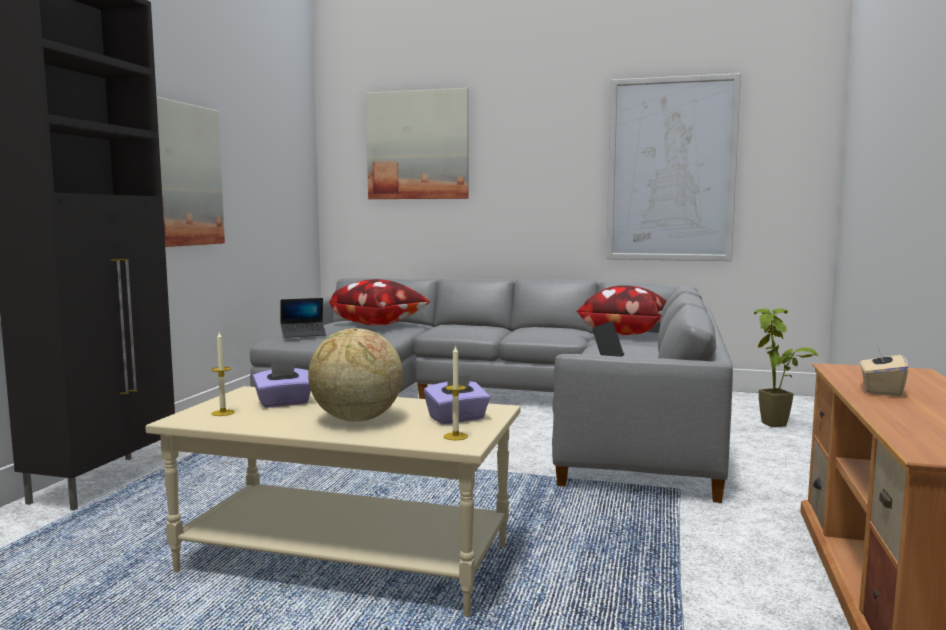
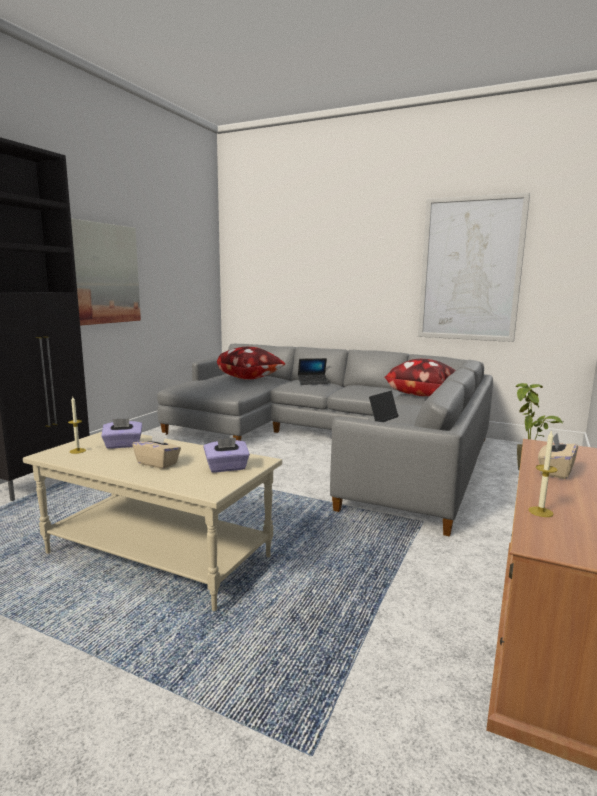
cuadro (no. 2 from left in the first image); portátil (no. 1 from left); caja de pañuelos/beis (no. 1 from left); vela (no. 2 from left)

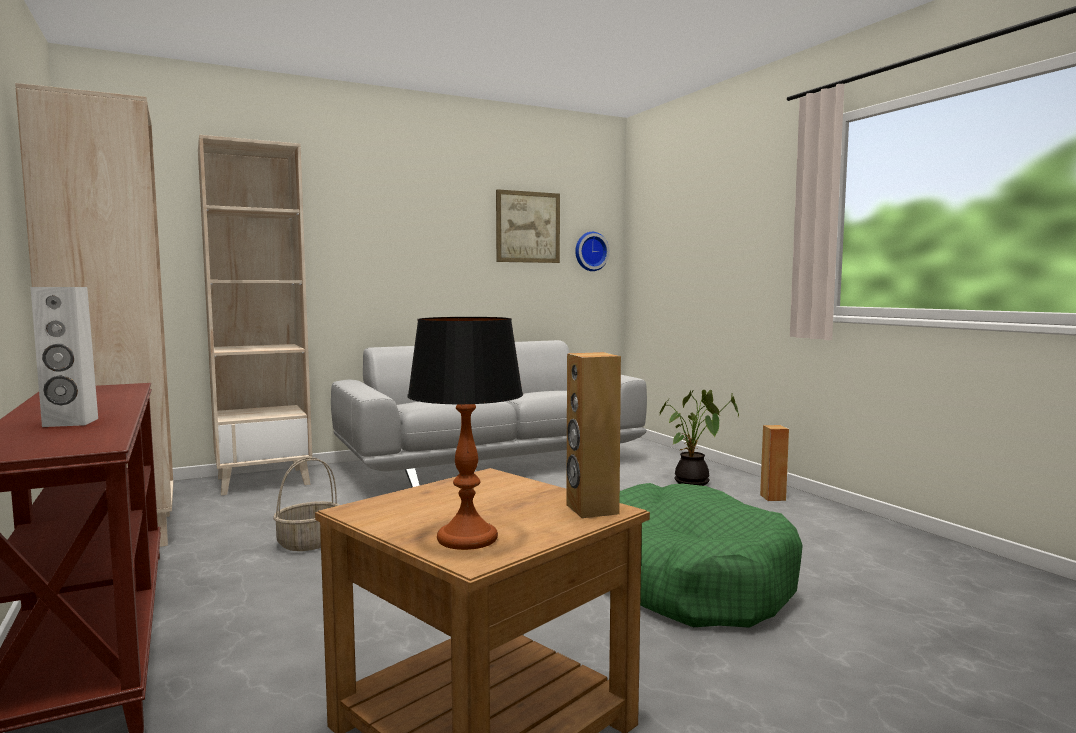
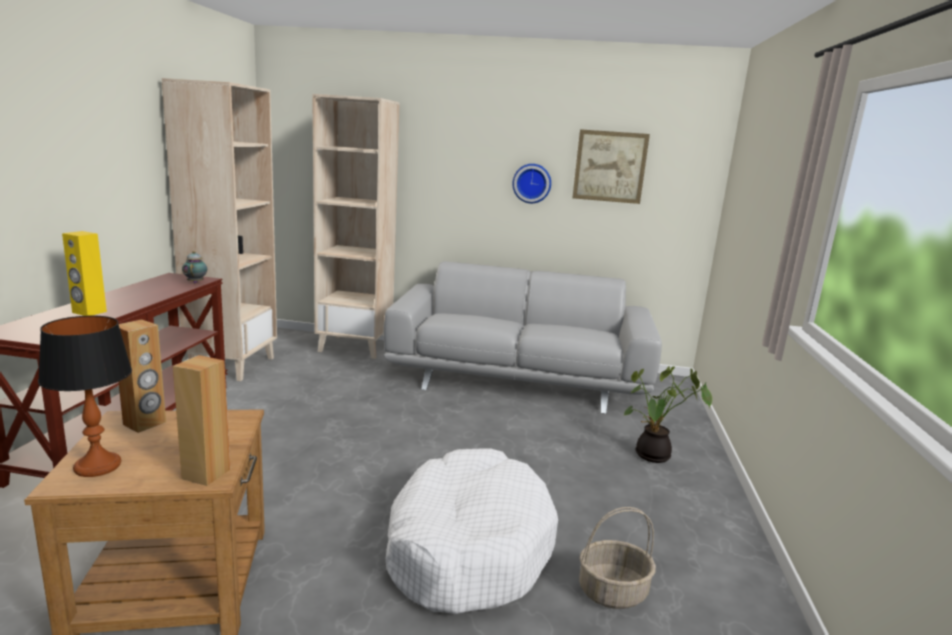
reloj de pared; altavoz/amarillo; altavoz/marrón (no. 1 from left); cesta; cama para perro/blanco; tetera

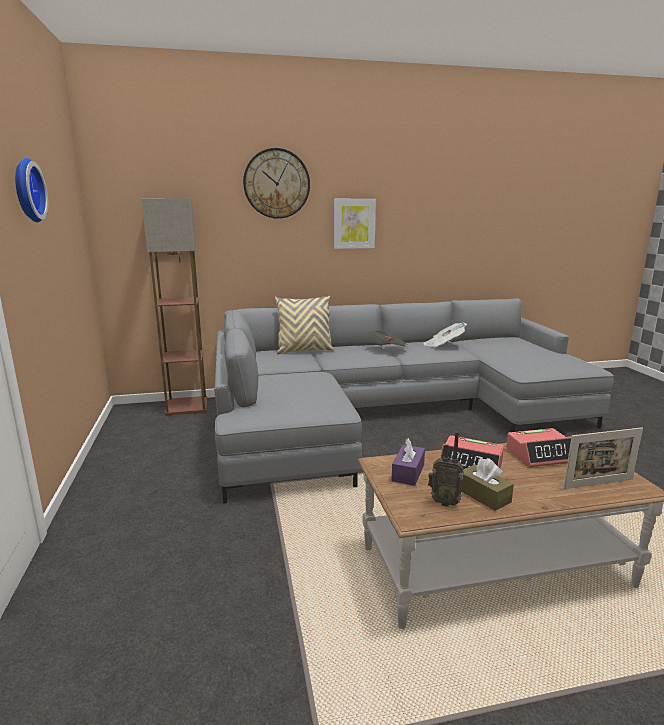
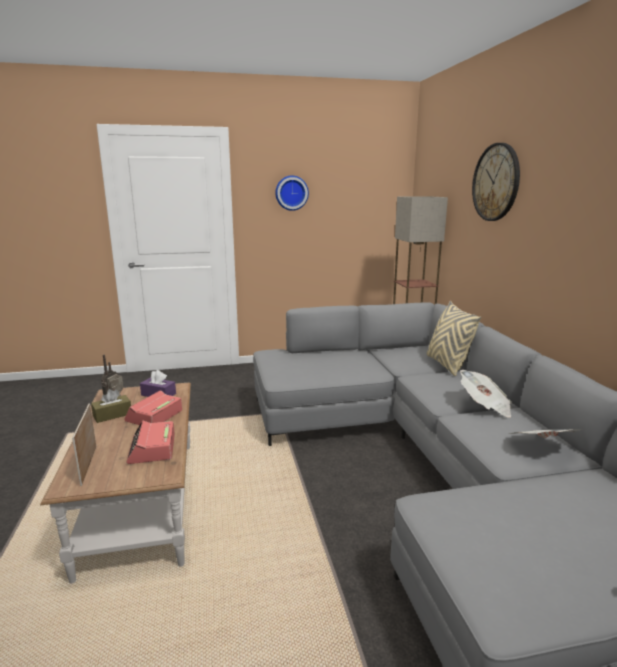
cuadro

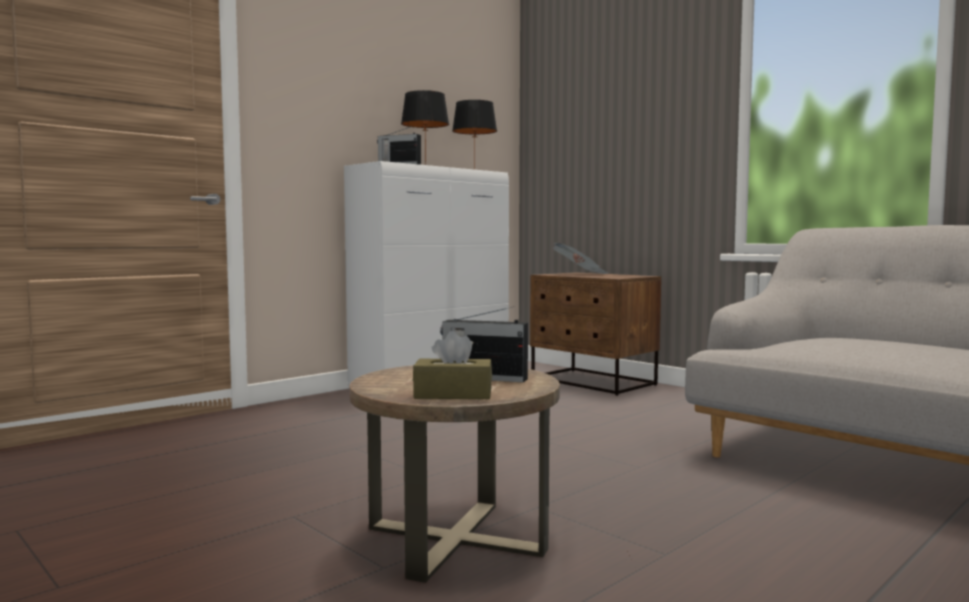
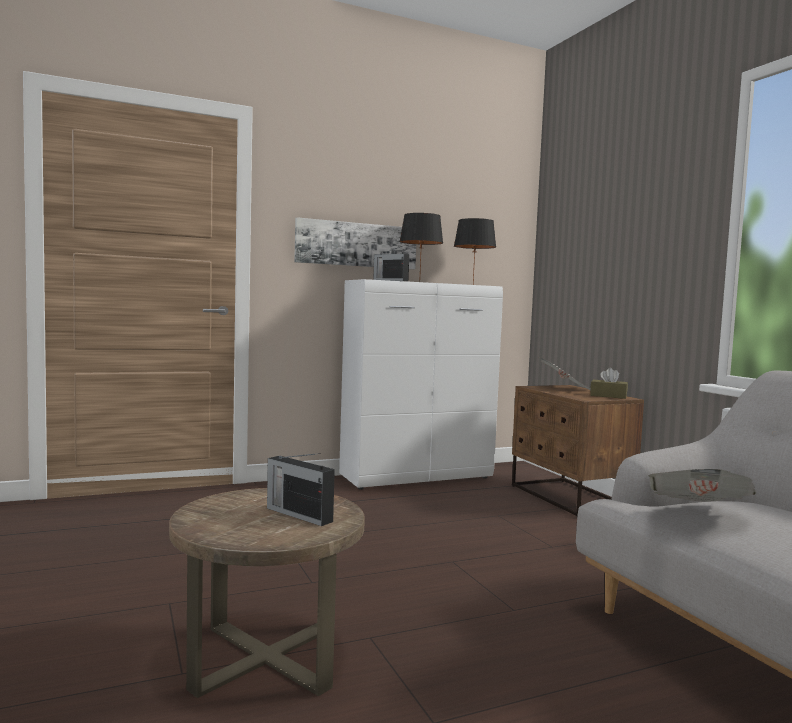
caja de pañuelos/marrón; cuadro; periódico (no. 2 from left)

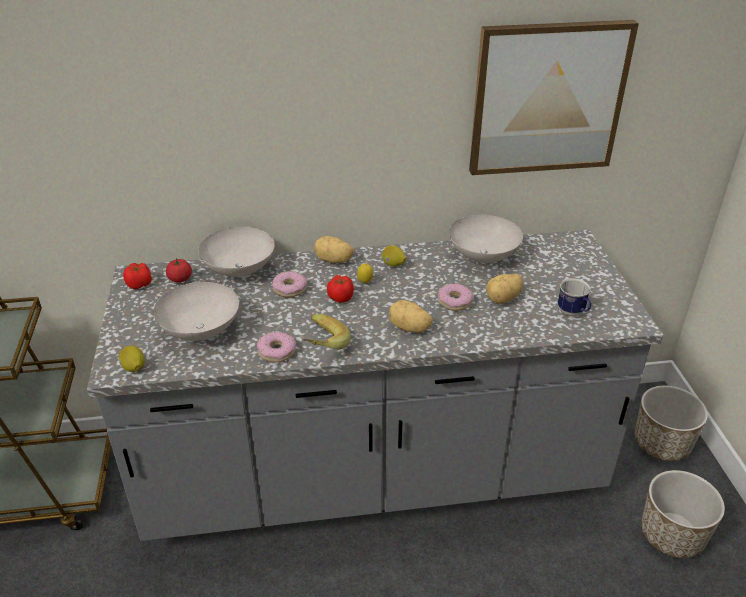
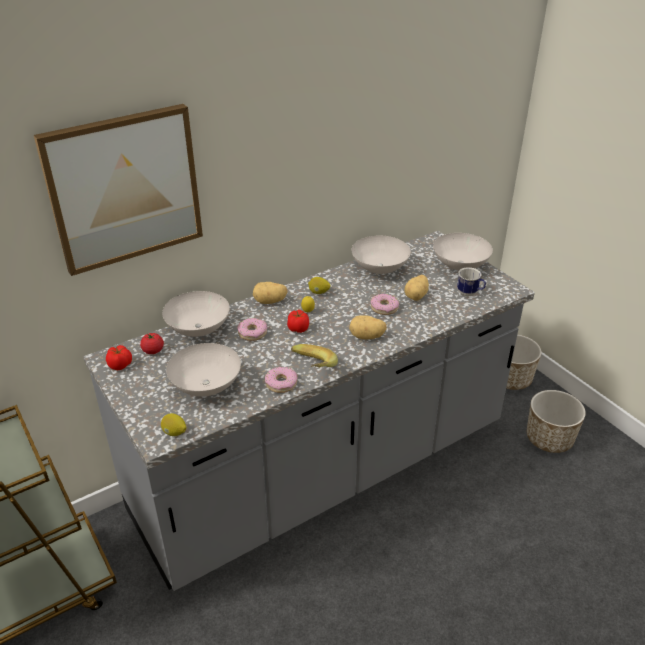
cuadro; cuenco/blanco (no. 4 from left)

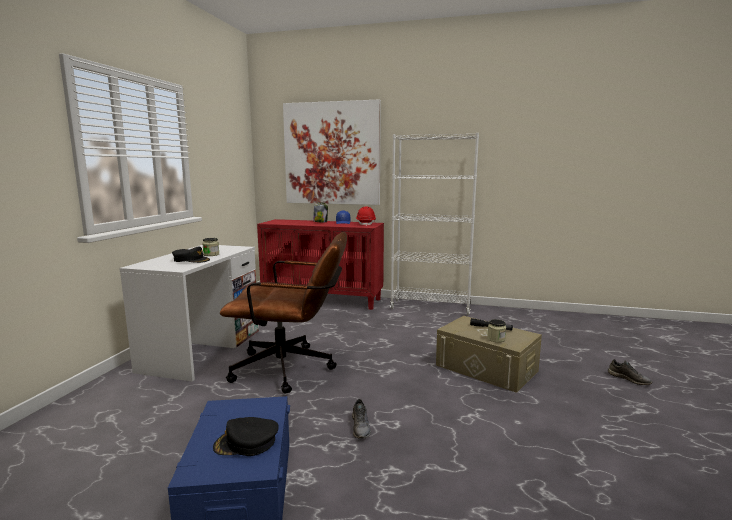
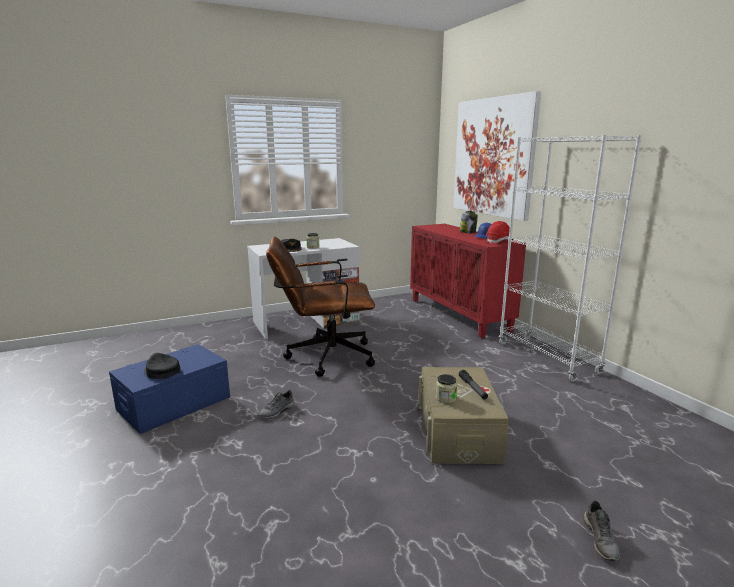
silla de oficina/marrón

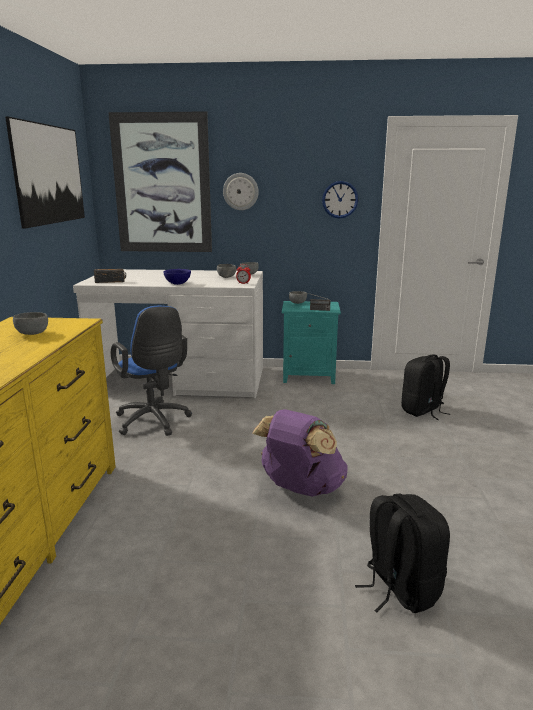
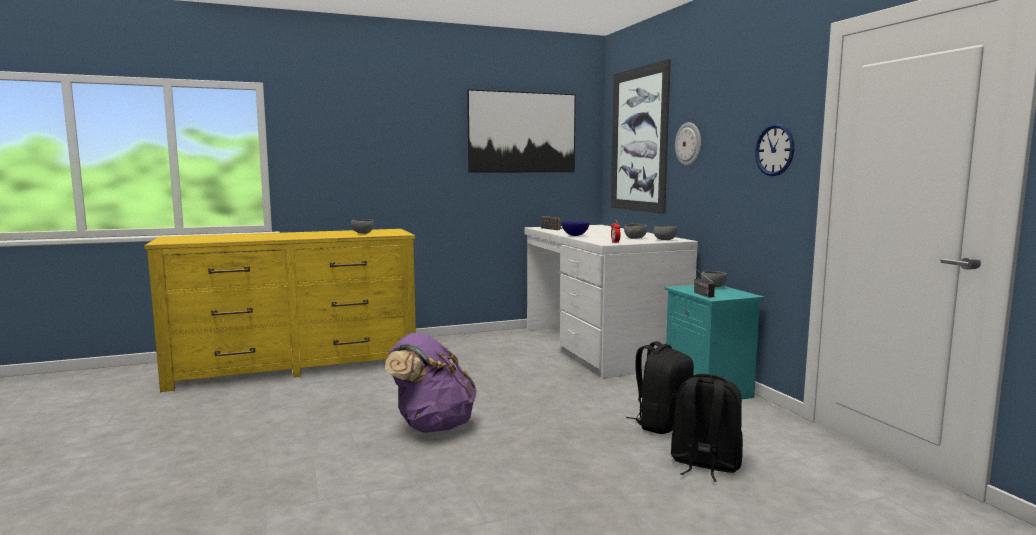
silla de oficina/azul; mochila/negro (no. 1 from left)

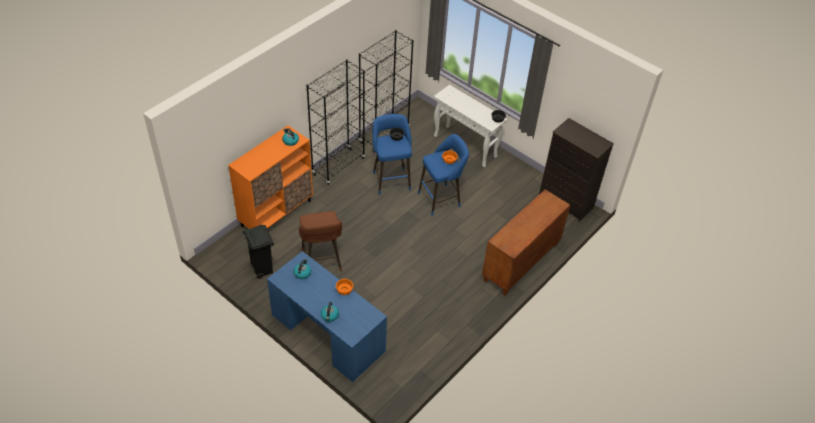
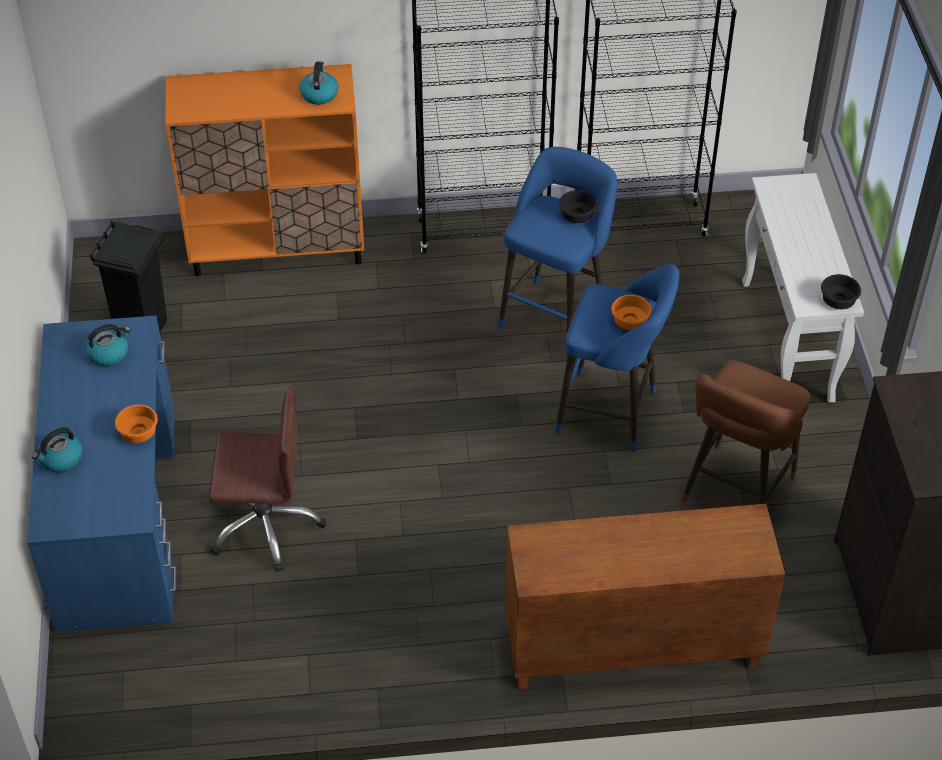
taburete/marrón; silla de oficina/marrón

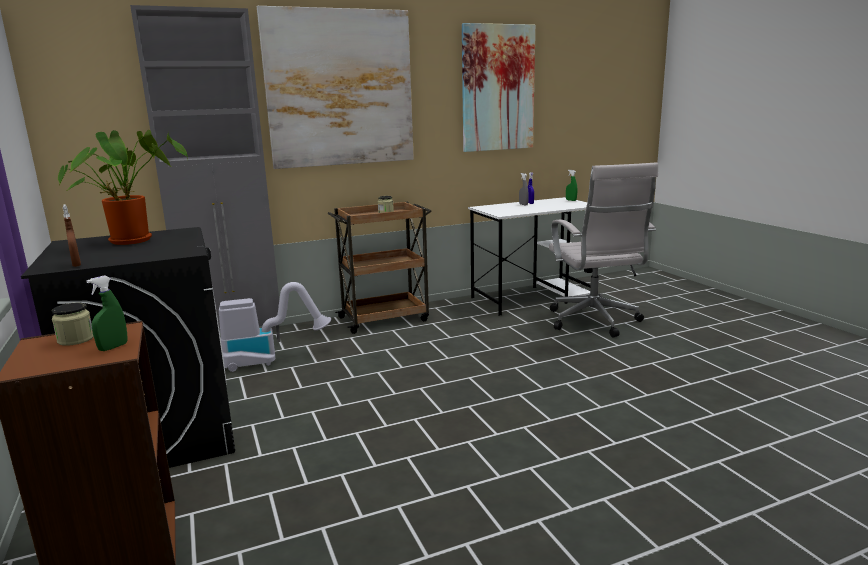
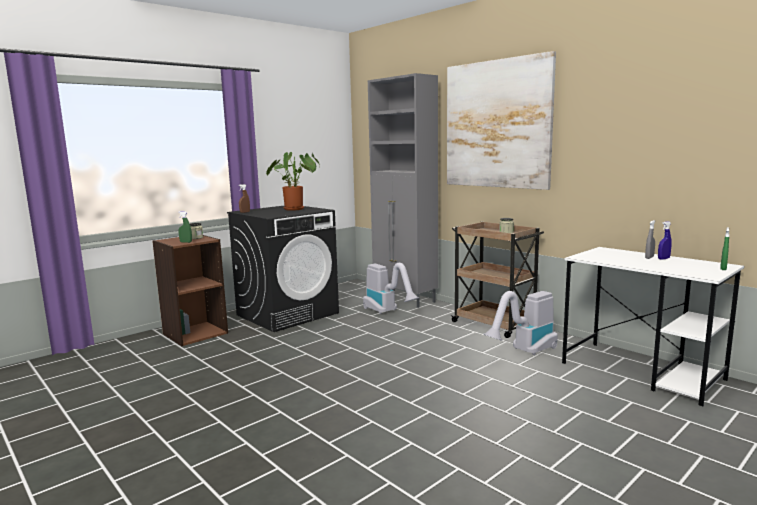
cuadro (no. 2 from left in the first image); silla de oficina/blanco; aspiradora (no. 2 from left)

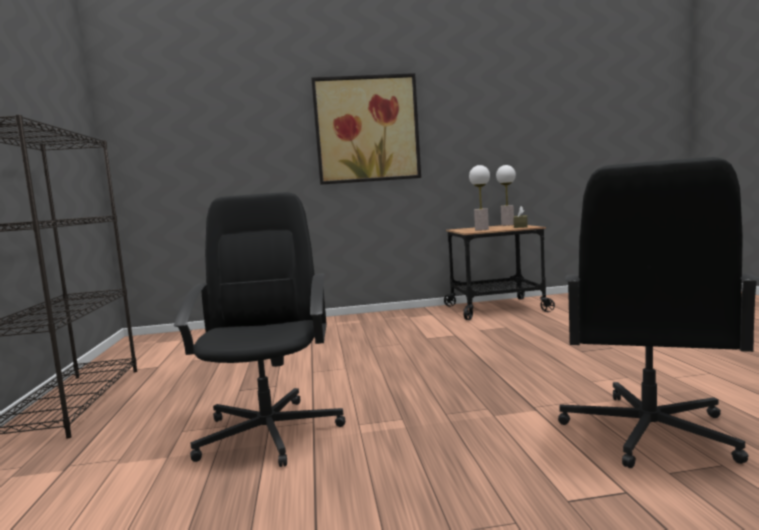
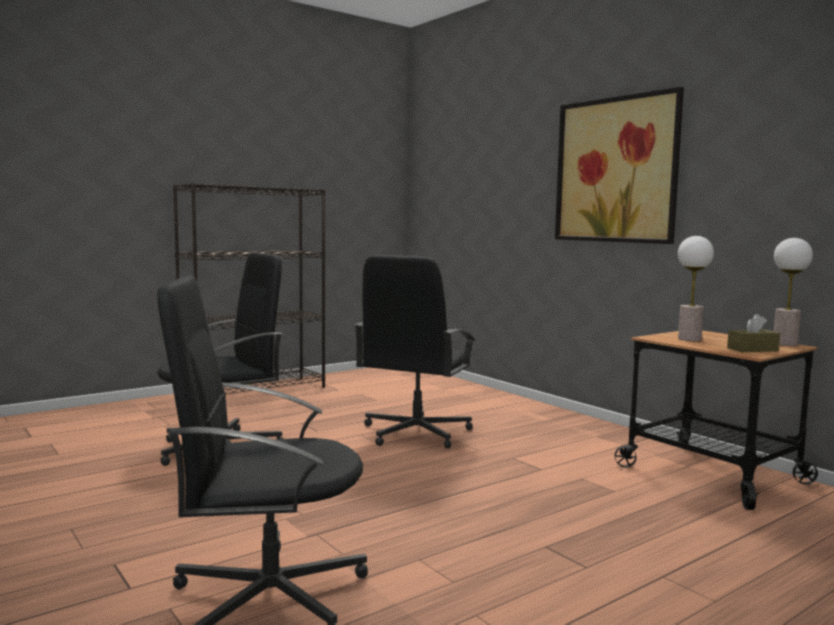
silla de oficina/negro (no. 3 from left)

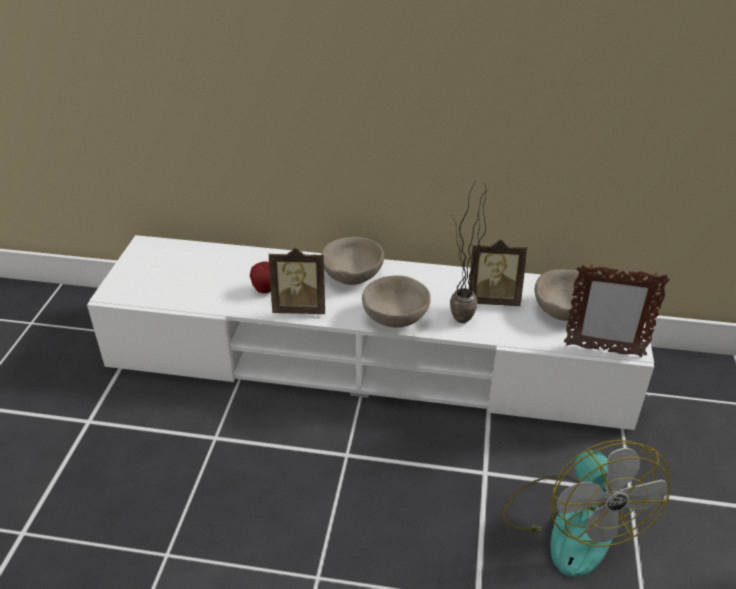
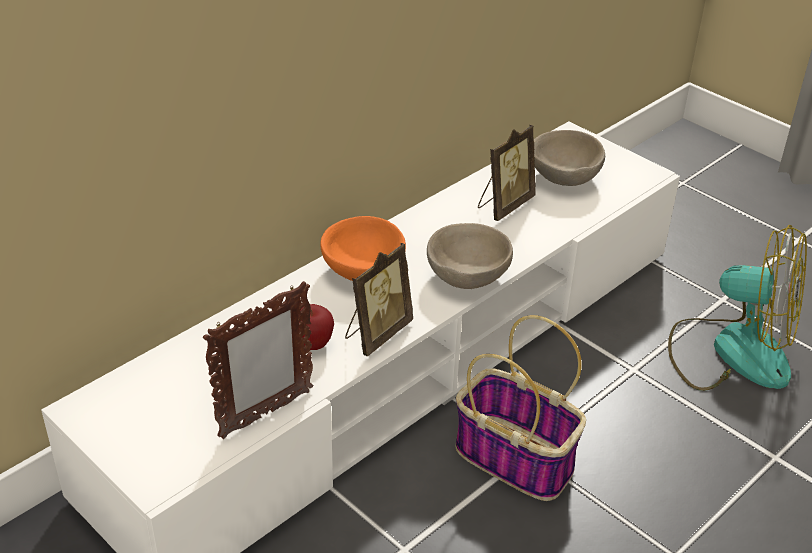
planta en maceta; cuenco/naranja; portarretratos (no. 1 from left); cesta

